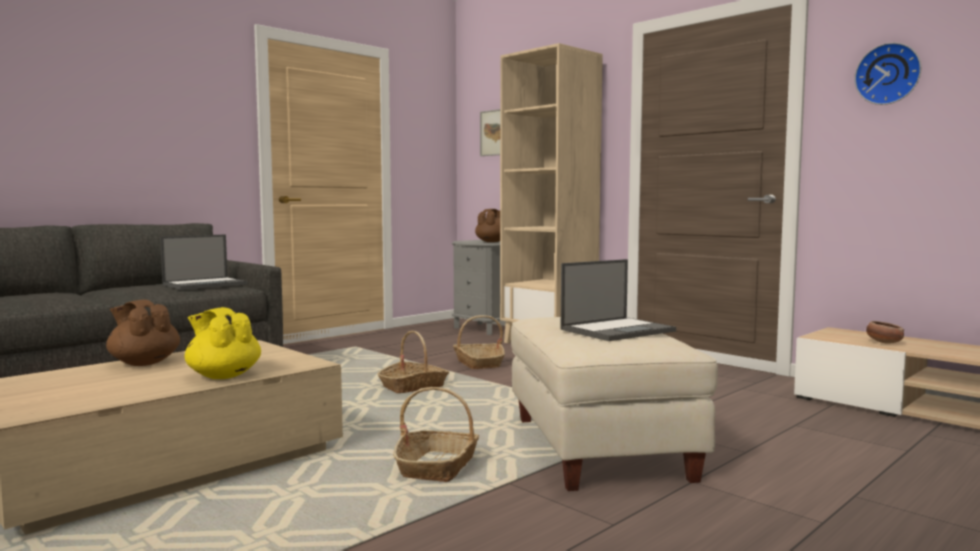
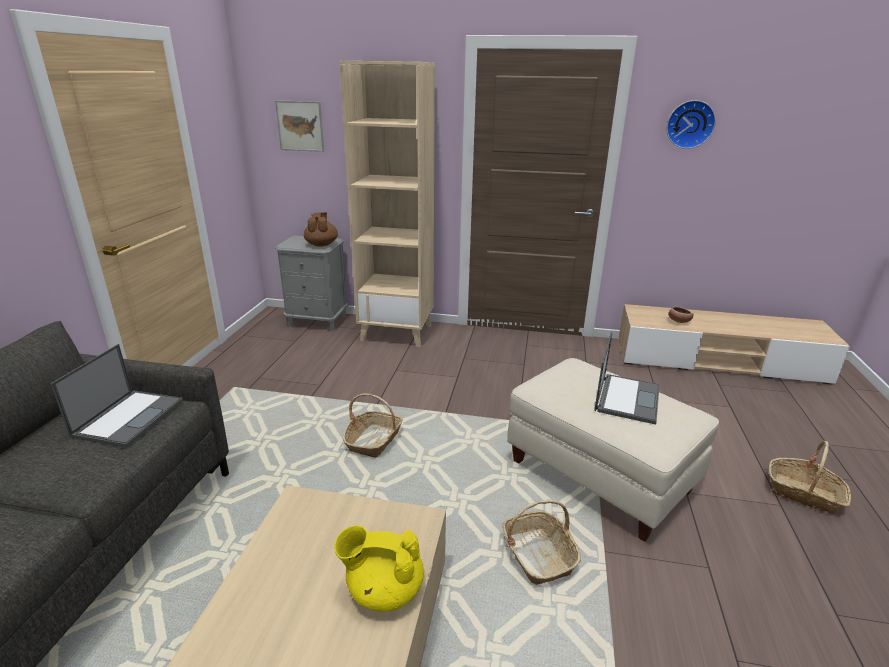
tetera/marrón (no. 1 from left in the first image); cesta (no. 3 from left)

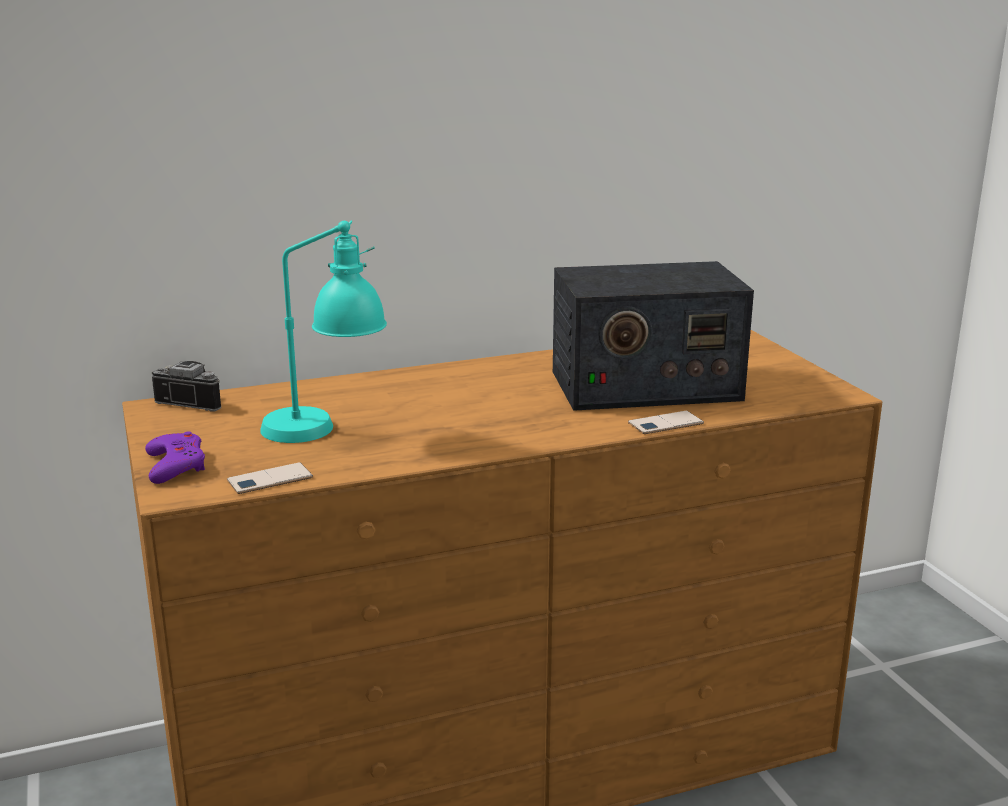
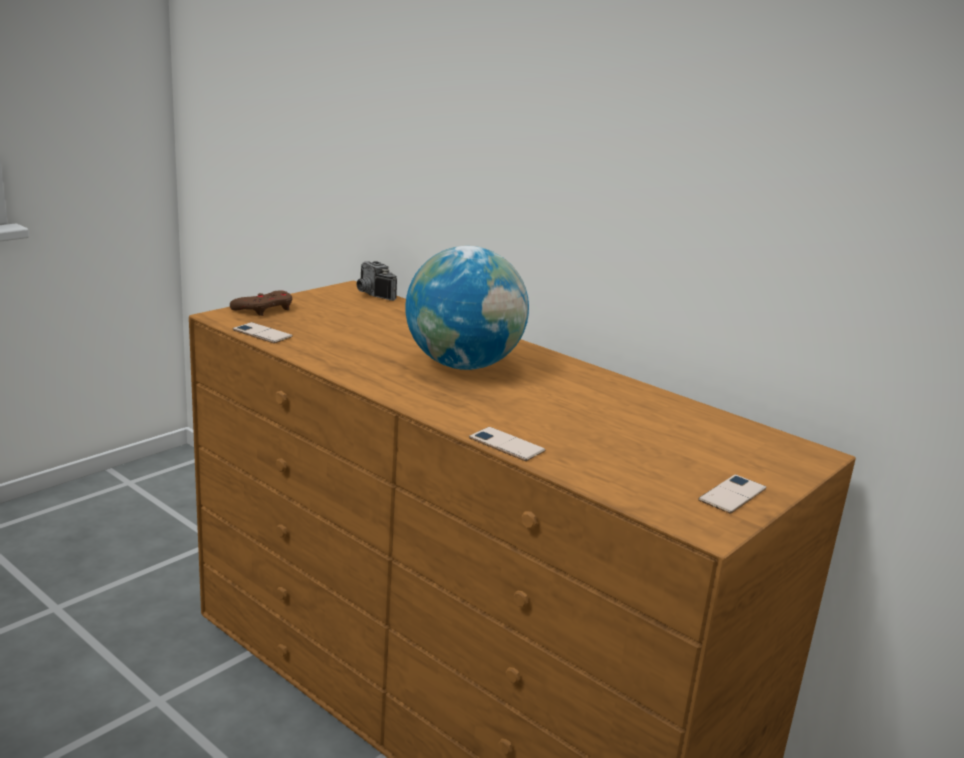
lámpara de mesa/turquesa; radio; cámara; mando de consola/marrón; globo terráqueo; móvil (no. 3 from left)

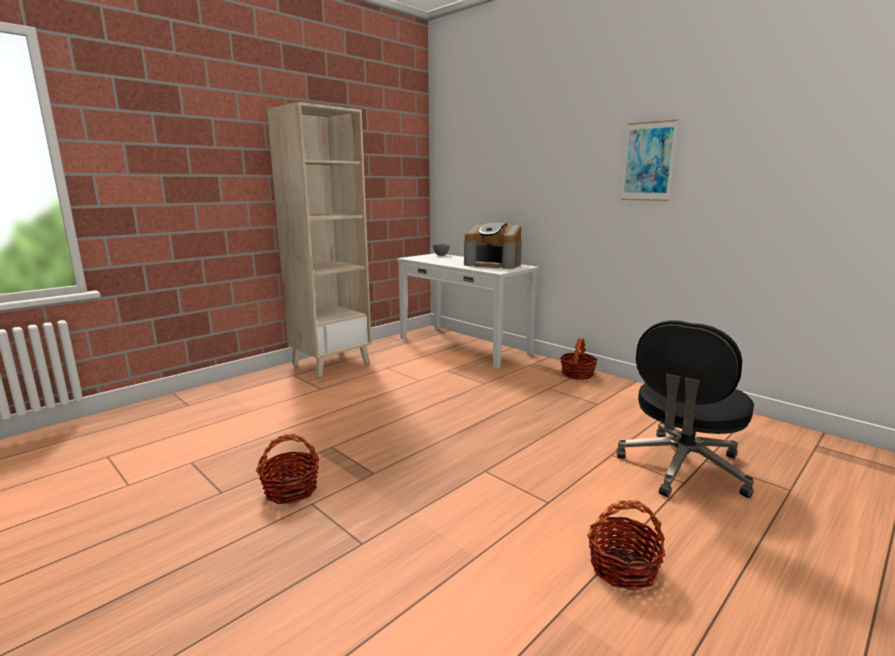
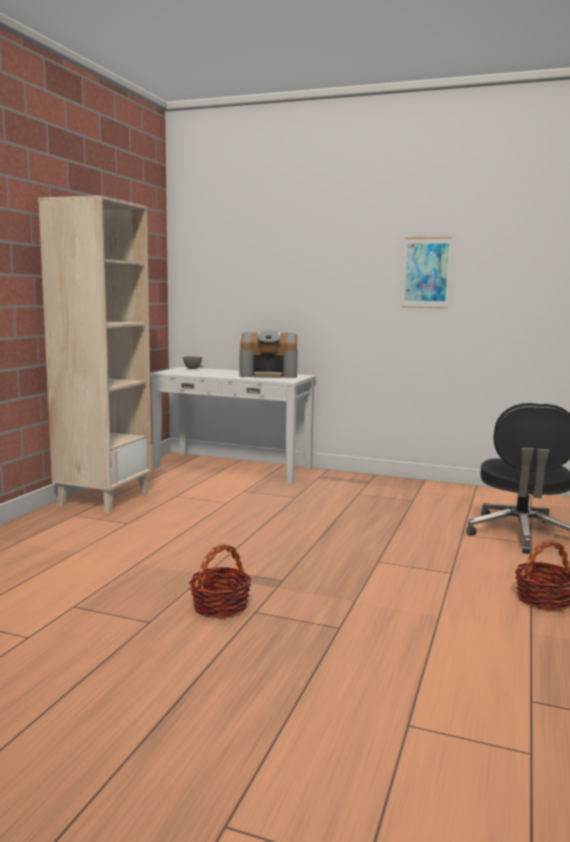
cesta (no. 2 from left in the first image)

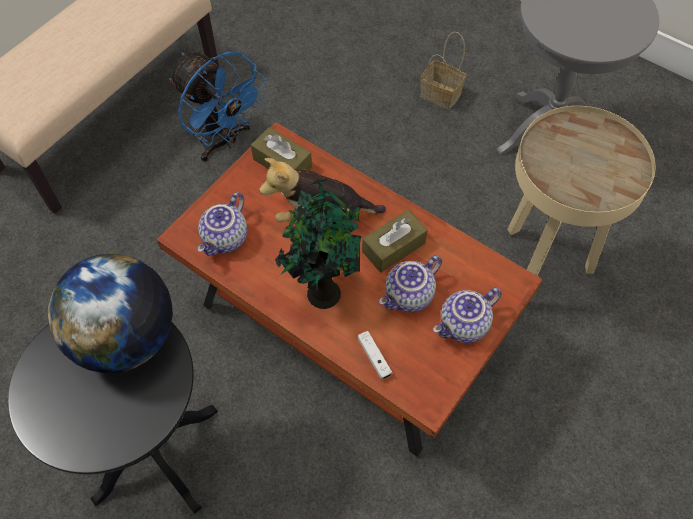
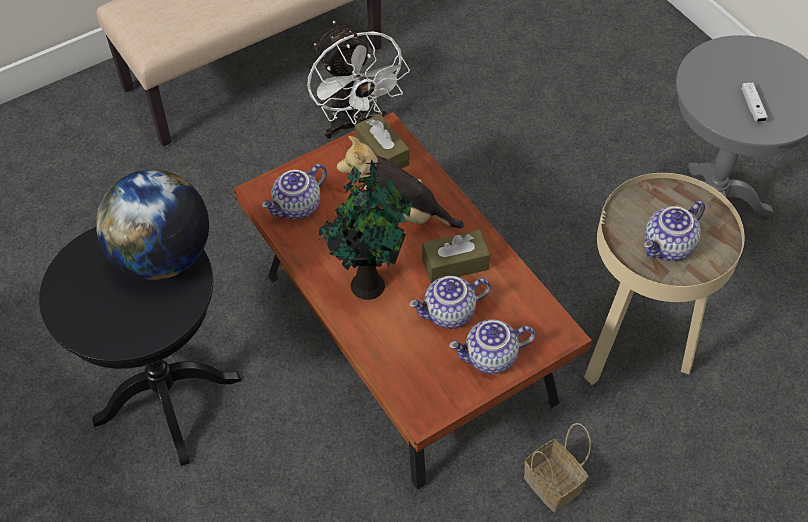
cesta; ventilador/blanco; mando de consola/blanco; tetera (no. 4 from left)

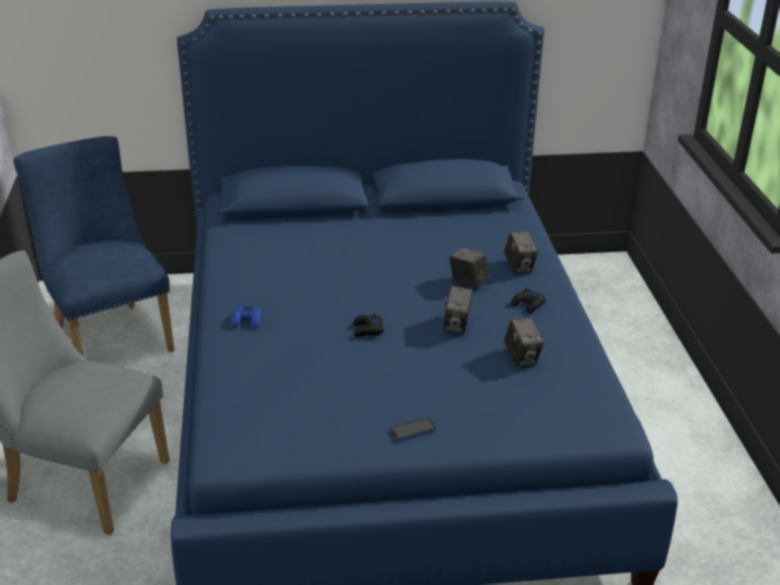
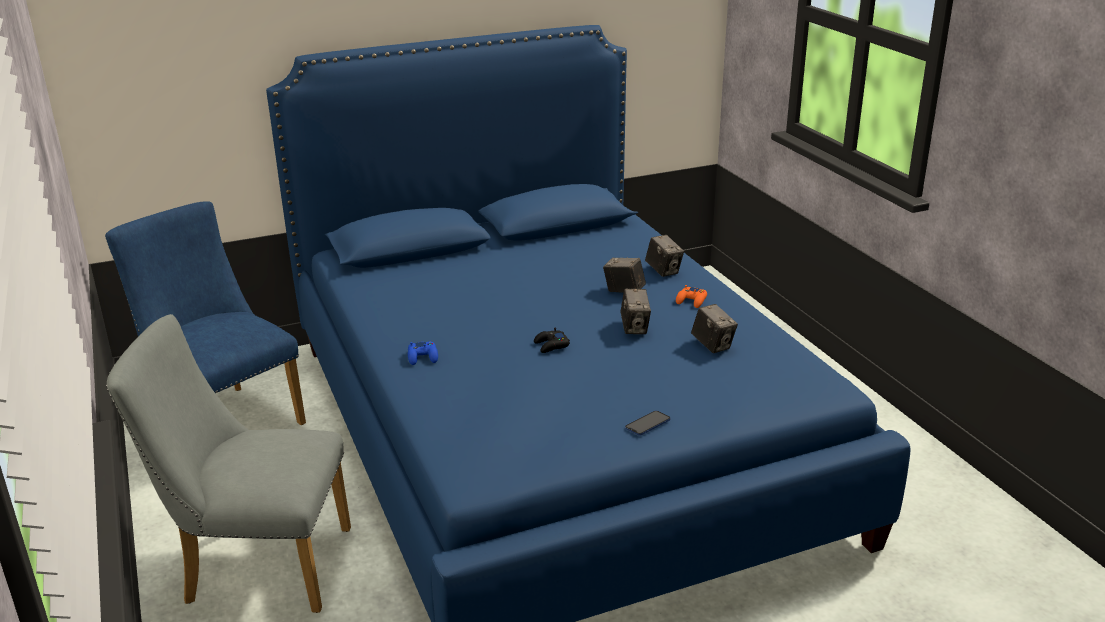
mando de consola/naranja

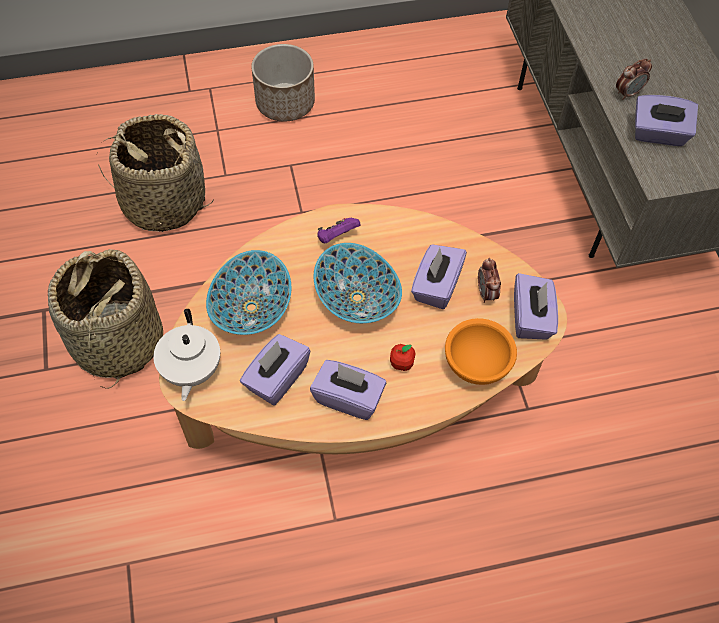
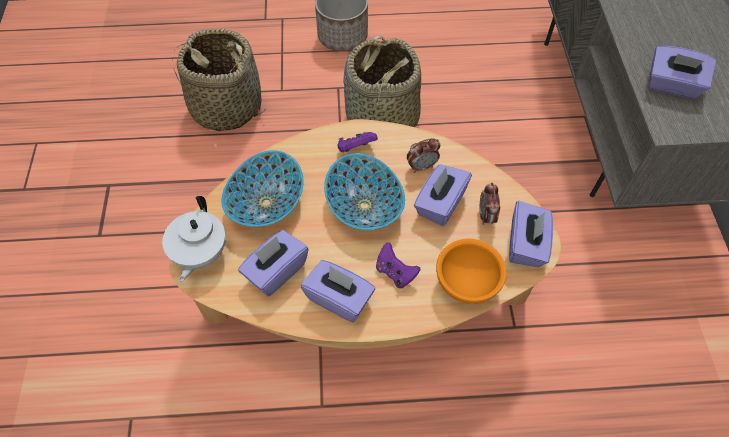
despertador (no. 1 from left); cesta (no. 2 from left); mando de consola/morado (no. 2 from left)

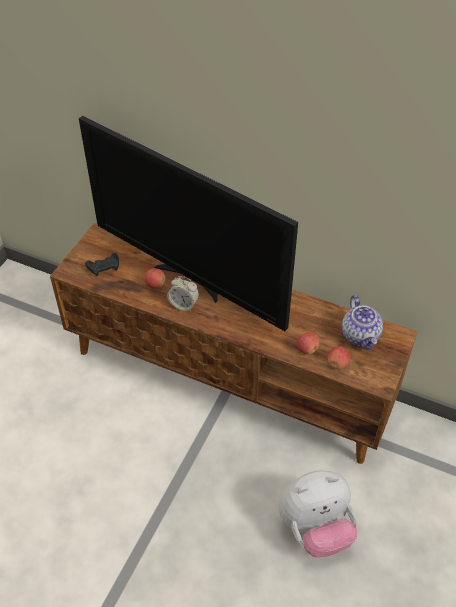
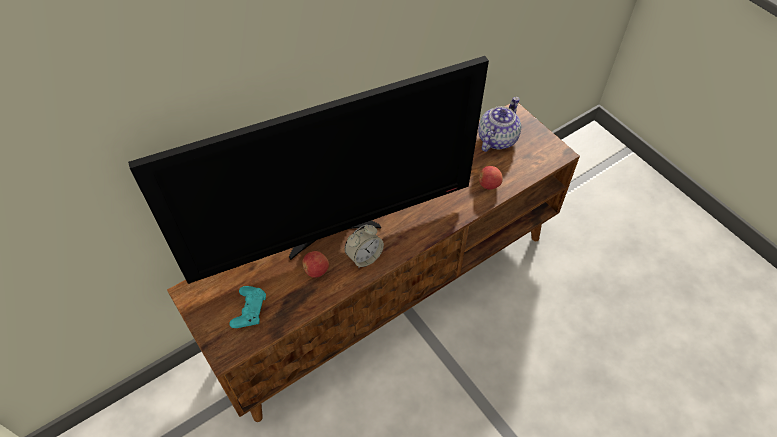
mando de consola/turquesa; tetera; manzana (no. 3 from left in the first image); peluche

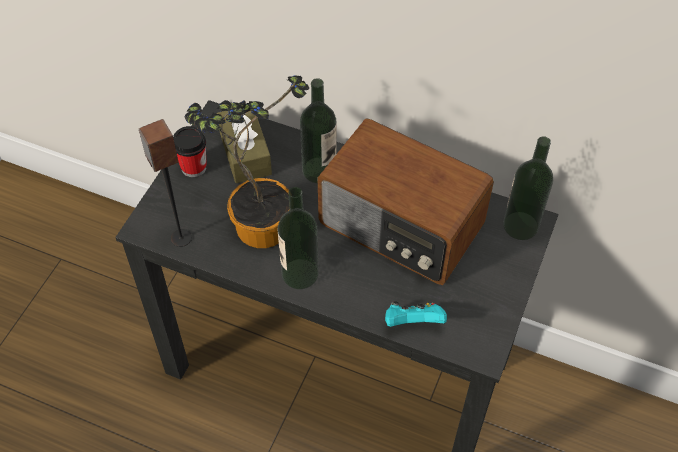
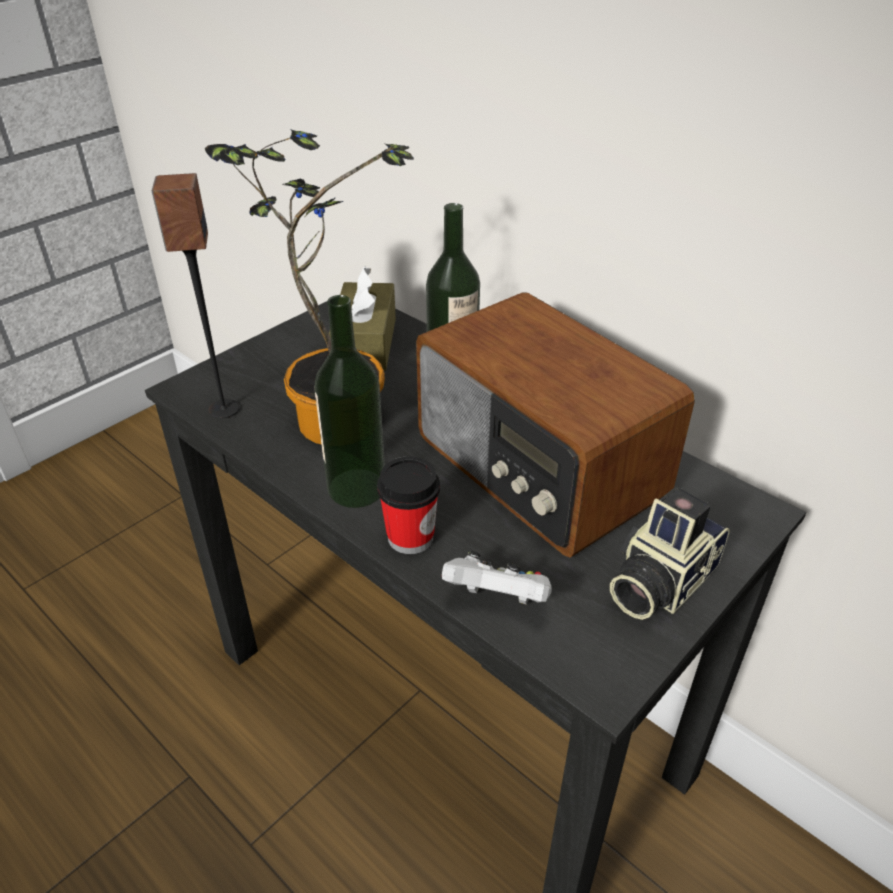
taza; botella (no. 3 from left in the first image); mando de consola/blanco; cámara

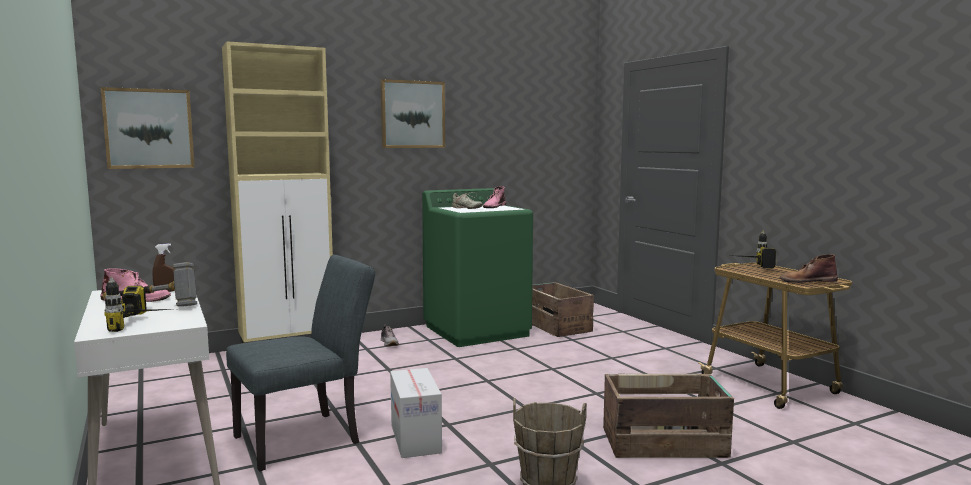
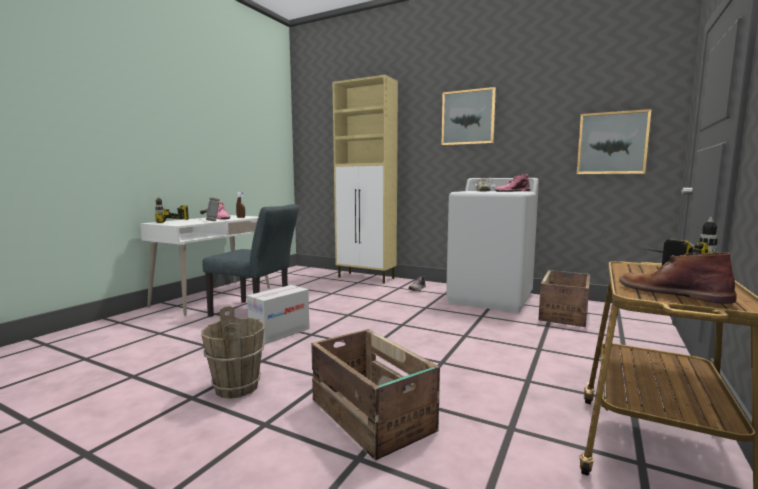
cuadro (no. 2 from left); lavadora/blanco

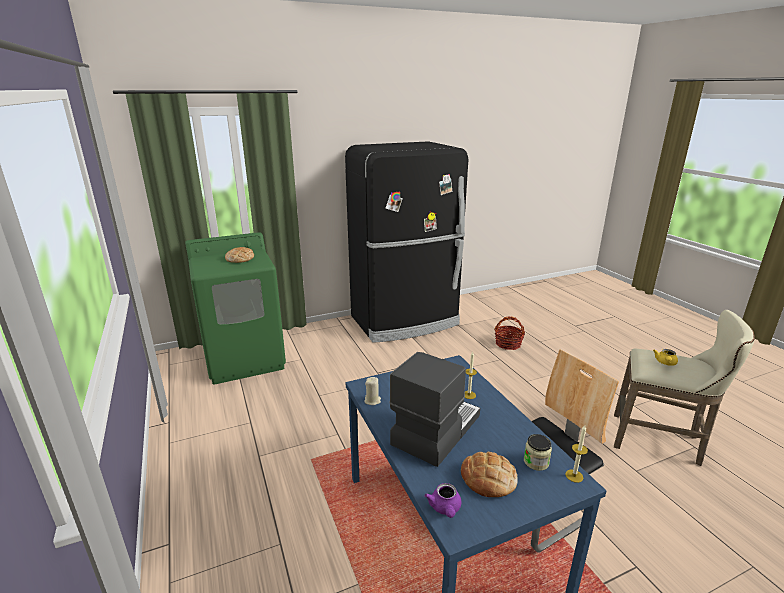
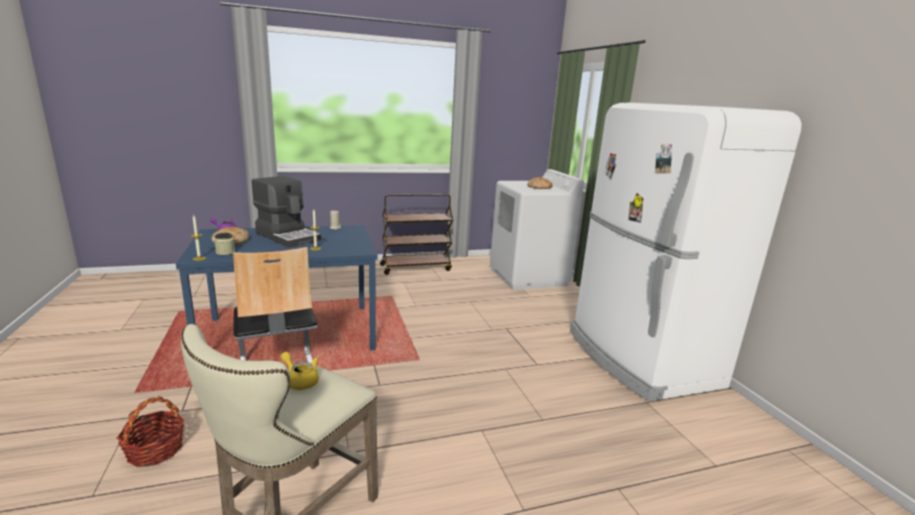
nevera/blanco; lavadora/blanco; cesta; carrito/marrón

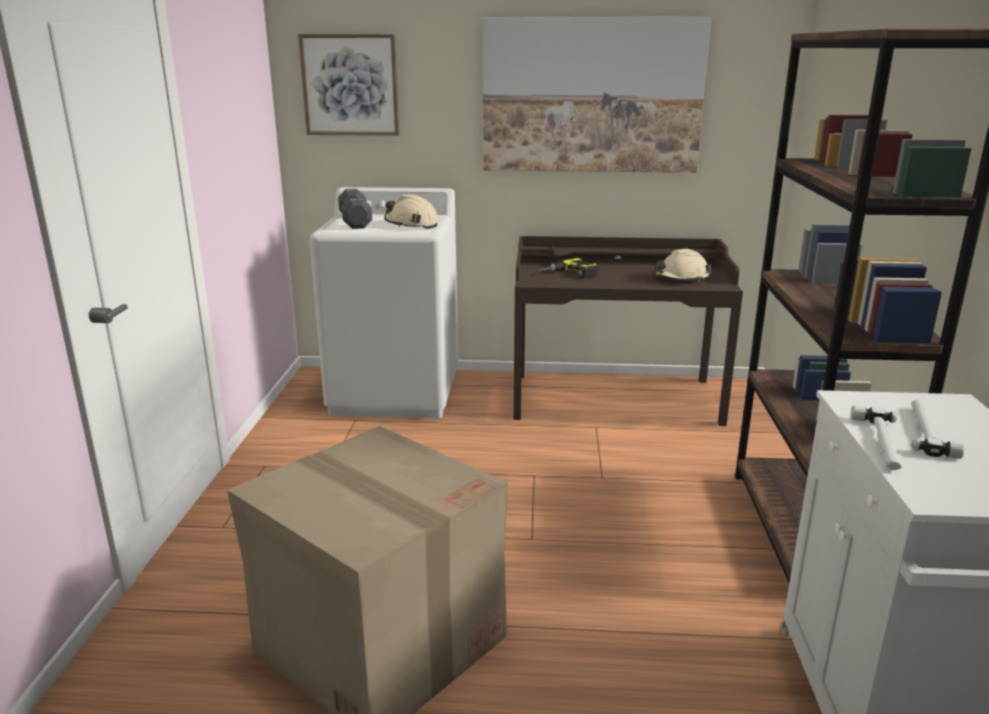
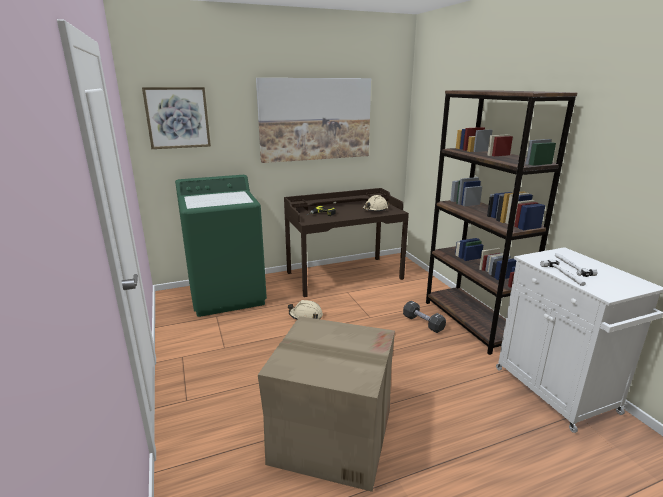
lavadora/verde; mancuerna/negro; casco/beis (no. 1 from left)

